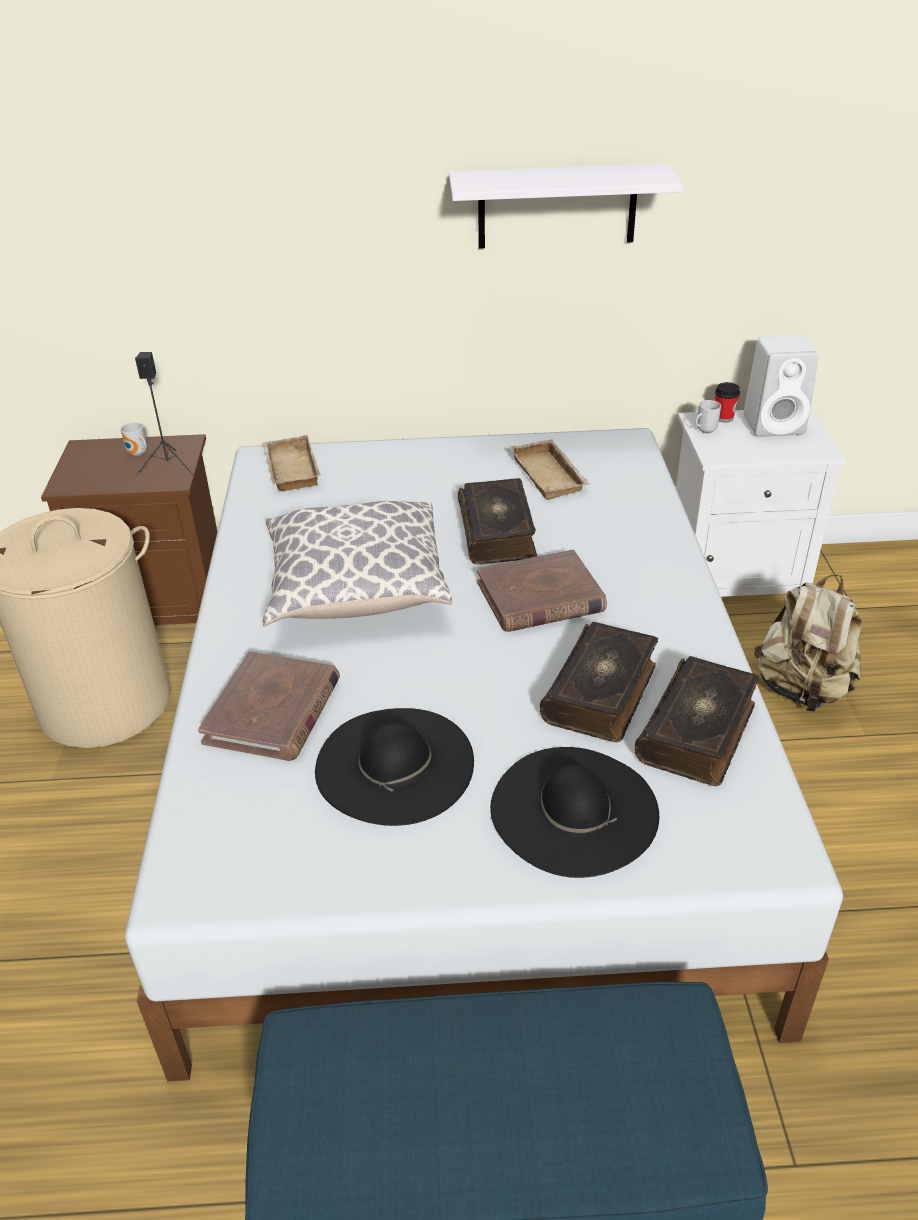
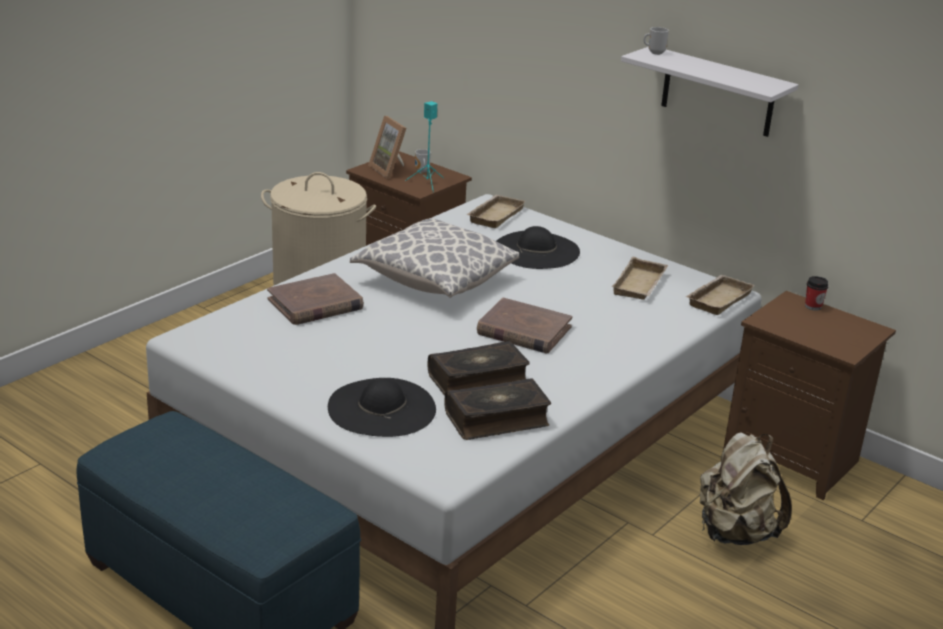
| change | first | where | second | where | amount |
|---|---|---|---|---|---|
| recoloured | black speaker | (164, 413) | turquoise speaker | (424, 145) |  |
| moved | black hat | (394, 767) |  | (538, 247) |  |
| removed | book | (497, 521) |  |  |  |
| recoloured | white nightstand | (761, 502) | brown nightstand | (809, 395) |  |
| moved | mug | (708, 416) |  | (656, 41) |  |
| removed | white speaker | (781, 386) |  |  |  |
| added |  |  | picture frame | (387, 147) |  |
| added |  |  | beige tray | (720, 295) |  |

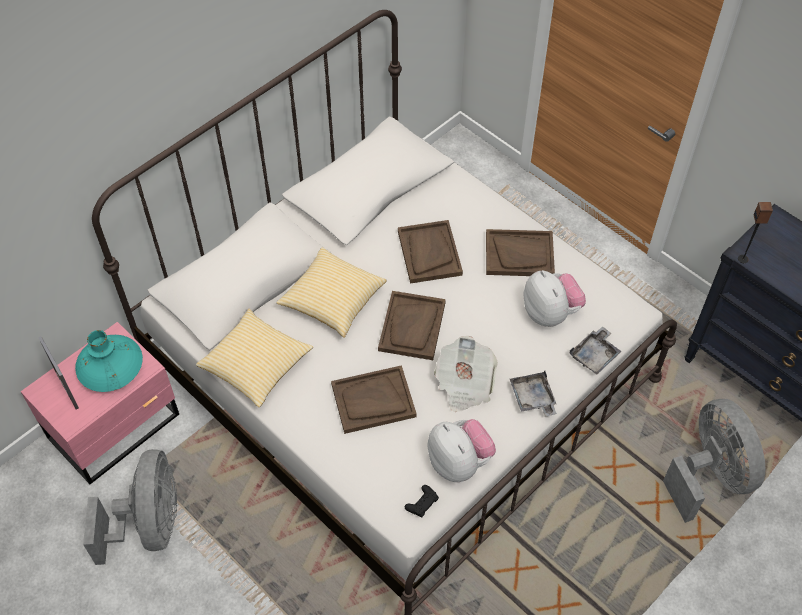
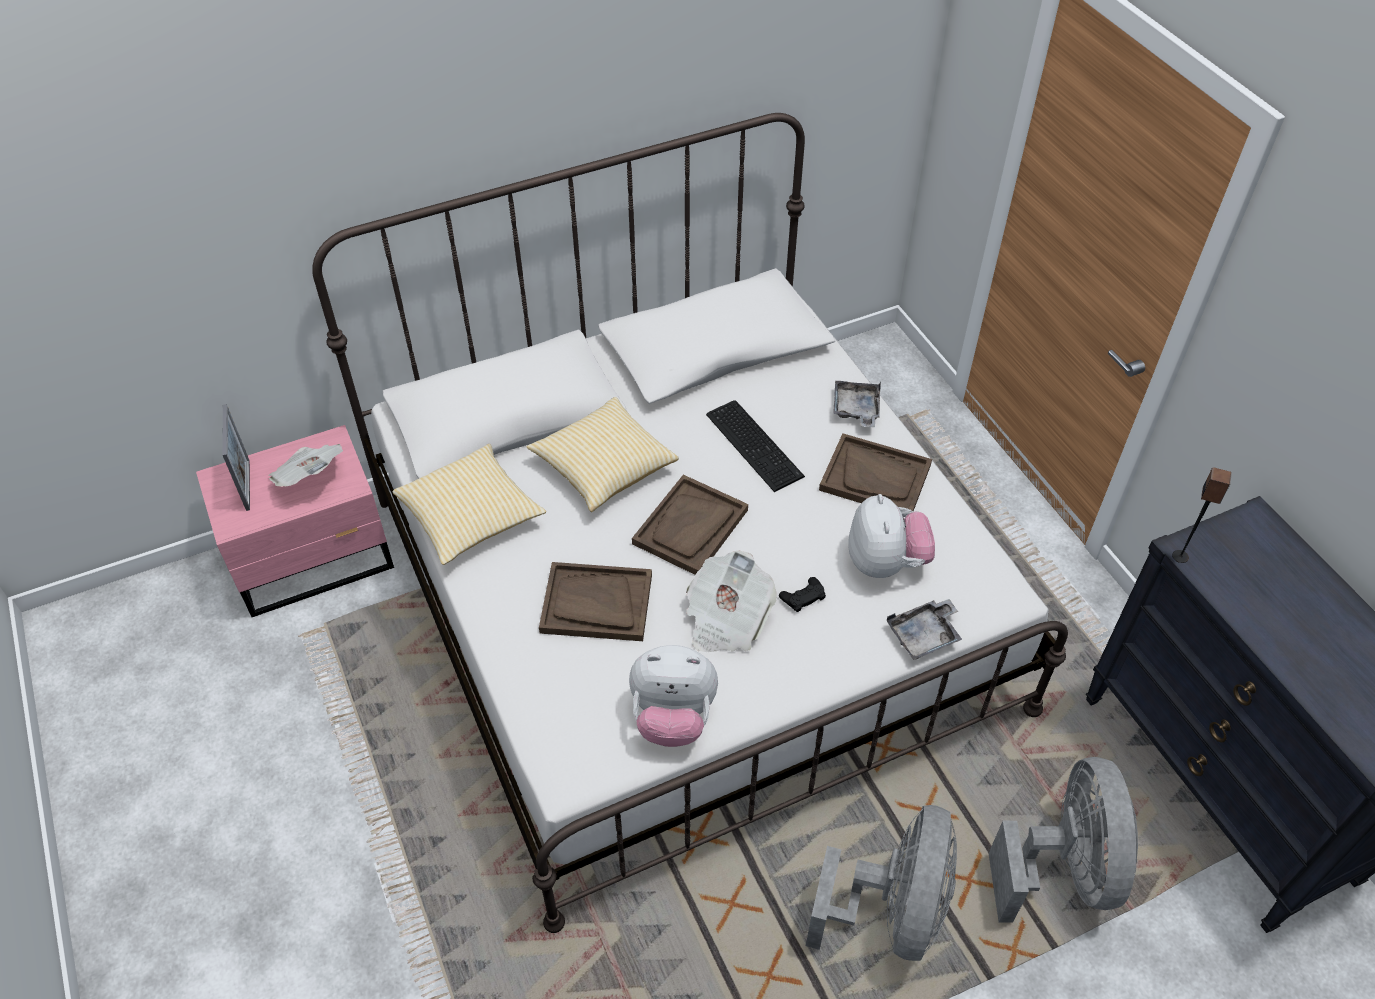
| change | first | where | second | where | amount |
|---|---|---|---|---|---|
| replaced | turquoise vase | (109, 361) | newspaper | (305, 465) |  |
| moved | grey fan | (130, 507) |  | (881, 883) |  |
| replaced | brown tray | (430, 252) | keyboard | (755, 446) |  |
| moved | black game controller | (422, 501) |  | (802, 594) |  |
| turned | plush toy | (461, 450) |  | (673, 696) | 105 degrees clockwise |
| moved | grey tray | (533, 393) |  | (857, 404) |  |

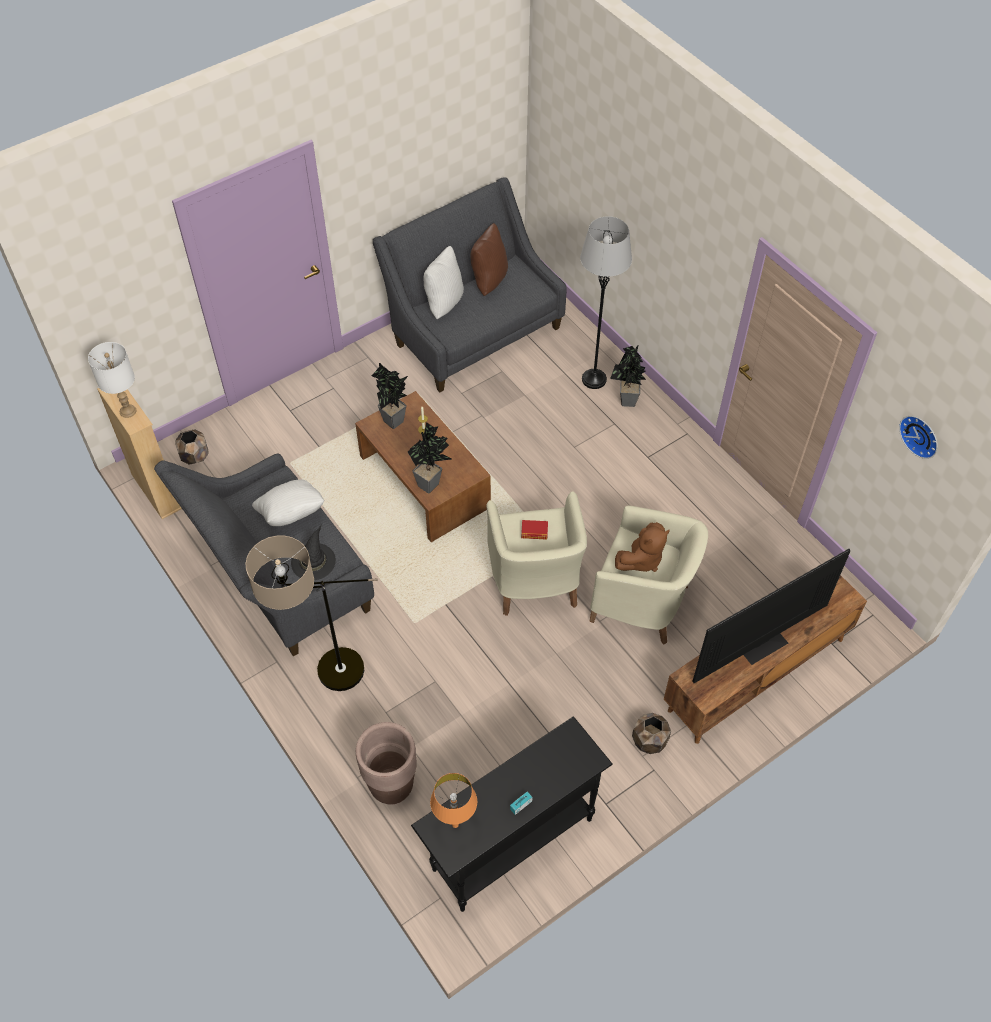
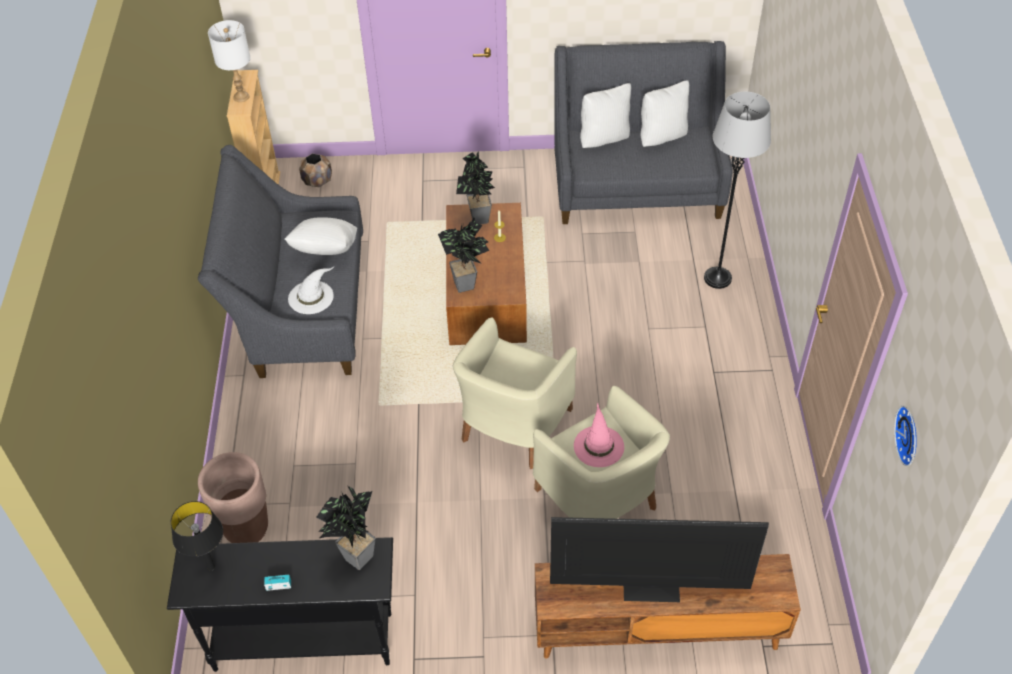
| change | first | where | second | where | amount |
|---|---|---|---|---|---|
| removed | floor lamp | (311, 613) |  |  |  |
| recoloured | black hat | (313, 552) | white hat | (311, 290) |  |
| recoloured | orange table lamp | (453, 800) | black table lamp | (197, 536) |  |
| recoloured | brown pillow | (489, 259) | white pillow | (665, 113) |  |
| removed | book | (534, 530) |  |  |  |
| moved | potted plant | (628, 376) |  | (346, 528) |  |
| replaced | brown plush toy | (642, 547) | pink hat | (599, 435) |  |
| removed | brown planter | (651, 733) |  |  |  |

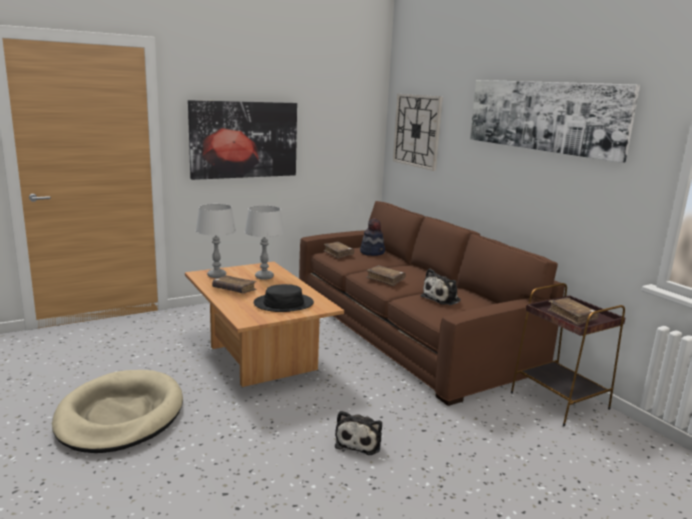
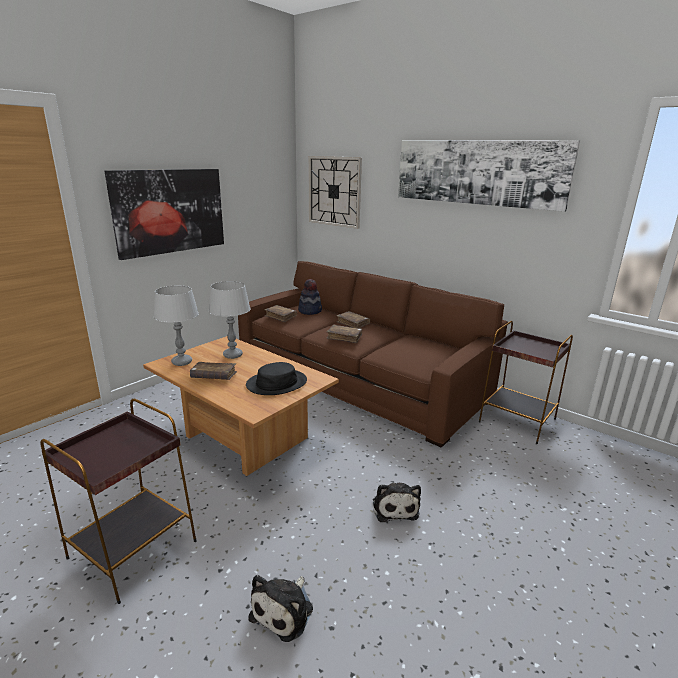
| change | first | where | second | where | amount |
|---|---|---|---|---|---|
| replaced | beige dog bed | (117, 411) | brown side table | (118, 501) |  |
| moved | plush toy | (440, 287) |  | (281, 608) |  |
| moved | brown book | (573, 311) |  | (353, 320) |  |

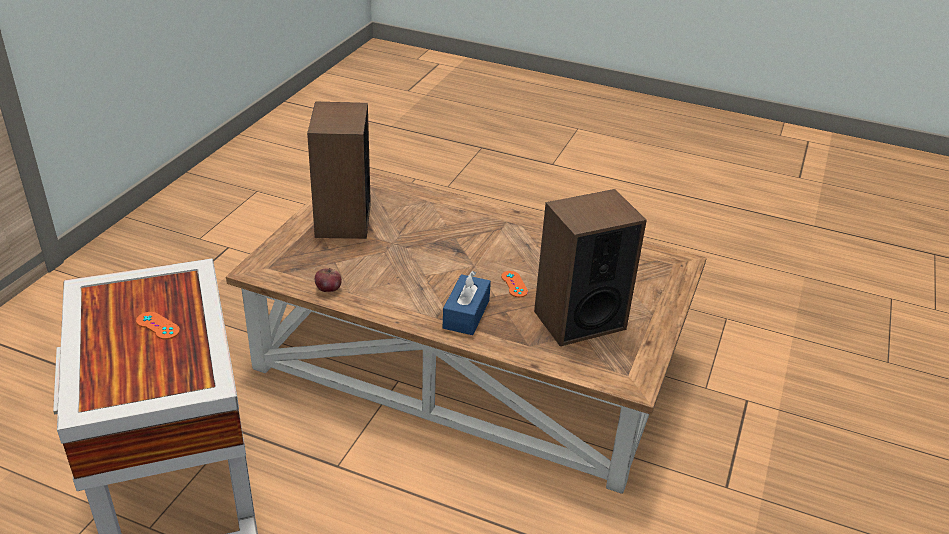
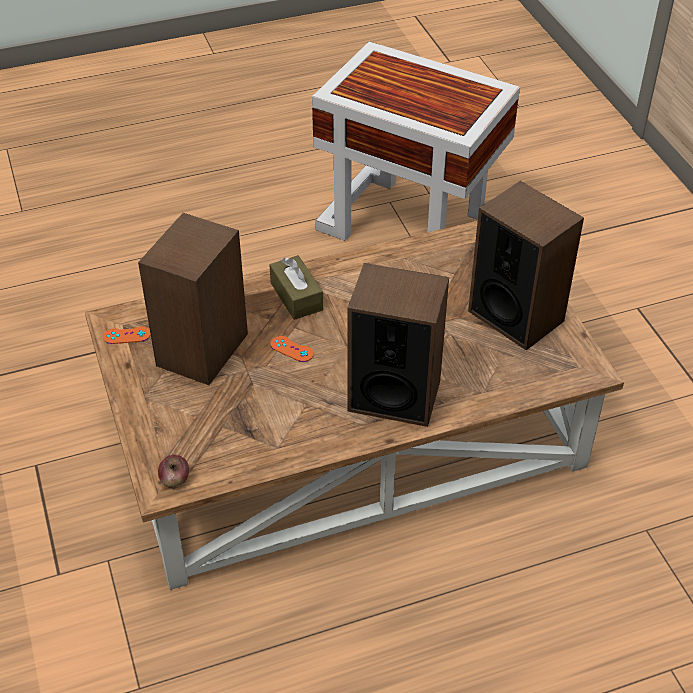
| change | first | where | second | where | amount |
|---|---|---|---|---|---|
| moved | orange game controller | (158, 326) |  | (127, 335) |  |
| moved | apple | (328, 280) |  | (173, 471) |  |
| recoloured | blue tissue box | (467, 303) | brown tissue box | (296, 287) |  |
| added |  |  | speaker | (398, 345) |  |

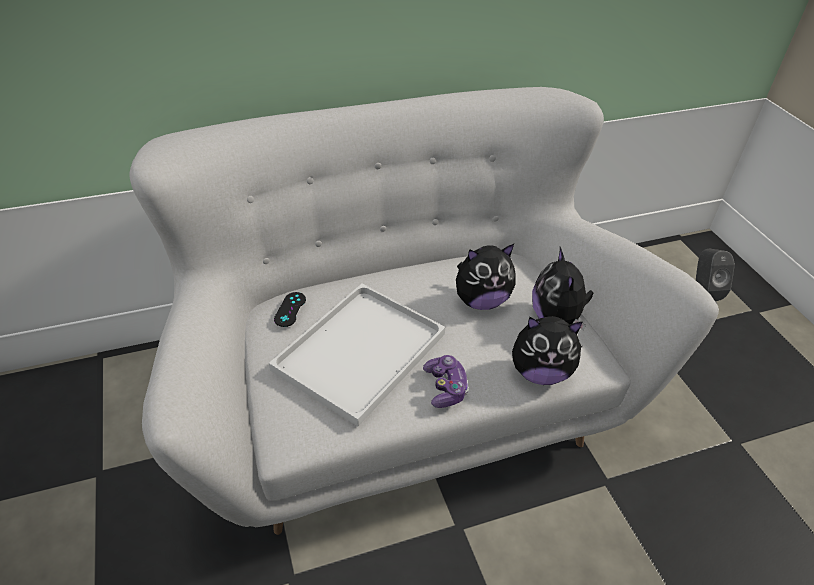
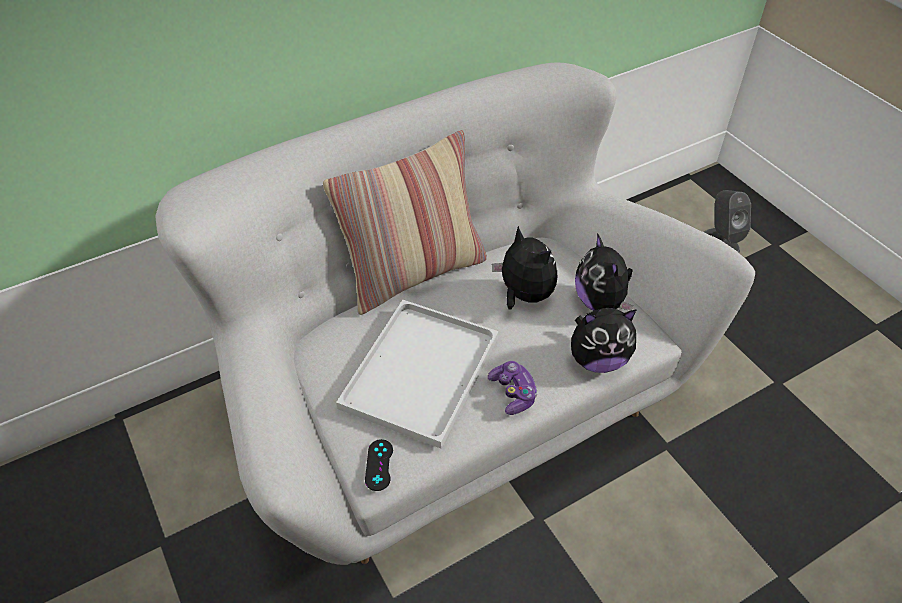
| change | first | where | second | where | amount |
|---|---|---|---|---|---|
| moved | black game controller | (290, 309) |  | (379, 465) |  |
| turned | plush toy | (485, 277) |  | (524, 268) | 105 degrees counterclockwise |
| added |  |  | pillow | (405, 222) |  |

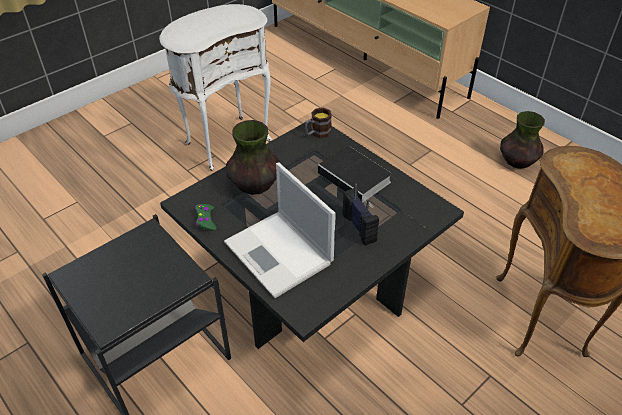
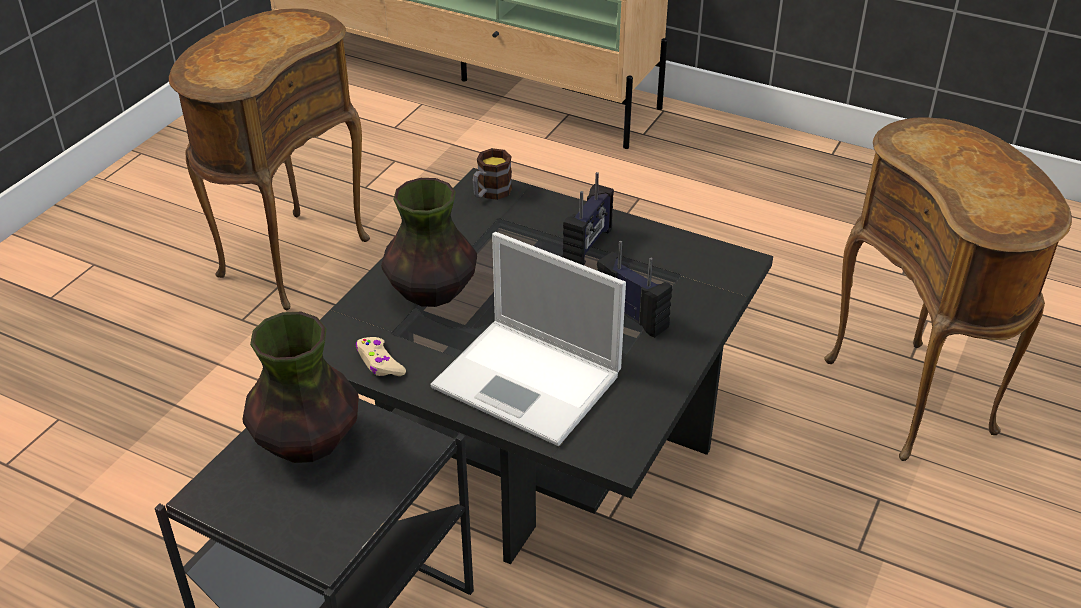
| change | first | where | second | where | amount |
|---|---|---|---|---|---|
| recoloured | white side table | (215, 87) | brown side table | (269, 159) |  |
| recoloured | green game controller | (205, 217) | beige game controller | (381, 356) |  |
| replaced | book | (355, 177) | radio | (588, 218) |  |
| moved | vase | (522, 140) |  | (301, 387) |  |

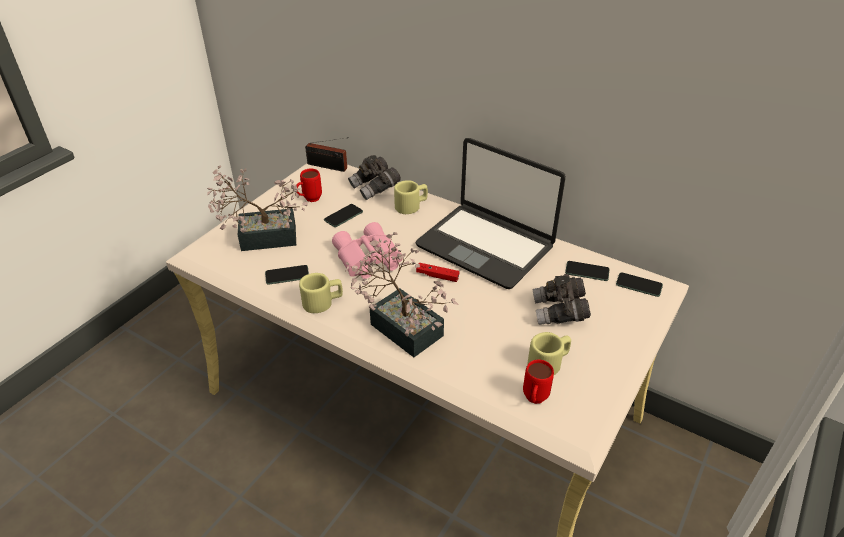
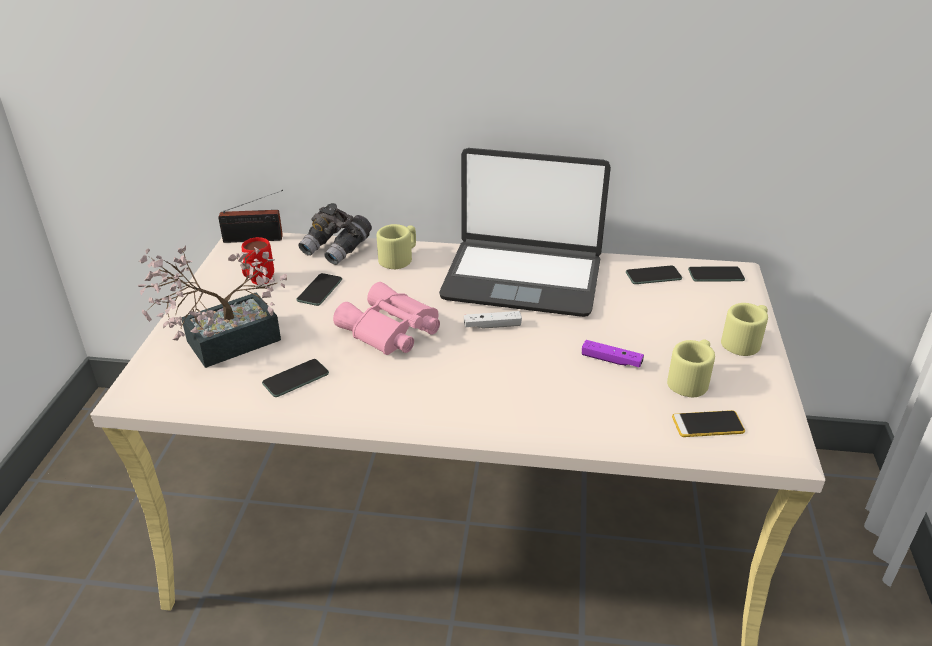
| change | first | where | second | where | amount |
|---|---|---|---|---|---|
| moved | beige mug | (321, 293) |  | (744, 329) |  |
| removed | potted plant | (402, 294) |  |  |  |
| recoloured | red game controller | (438, 272) | white game controller | (493, 319) |  |
| replaced | red mug | (538, 382) | phone | (708, 423) |  |
| removed | grey binoculars | (562, 299) |  |  |  |
| added |  |  | purple game controller | (613, 353) |  |

